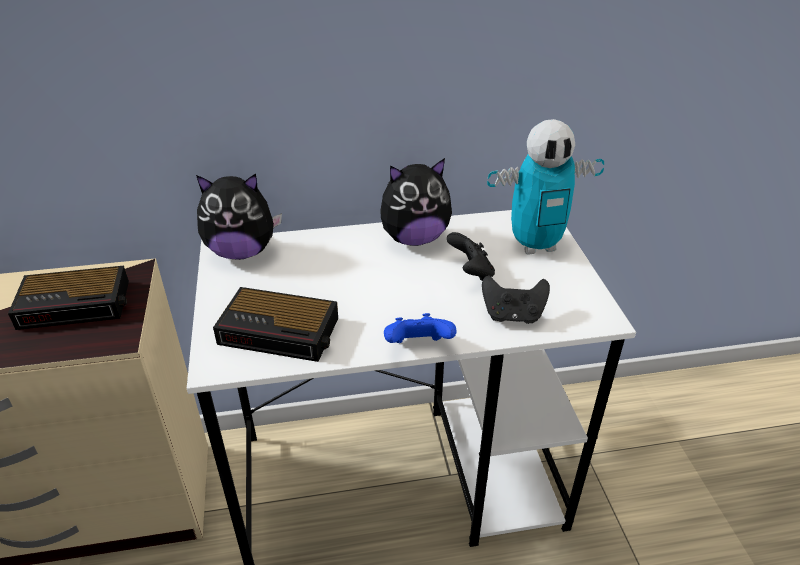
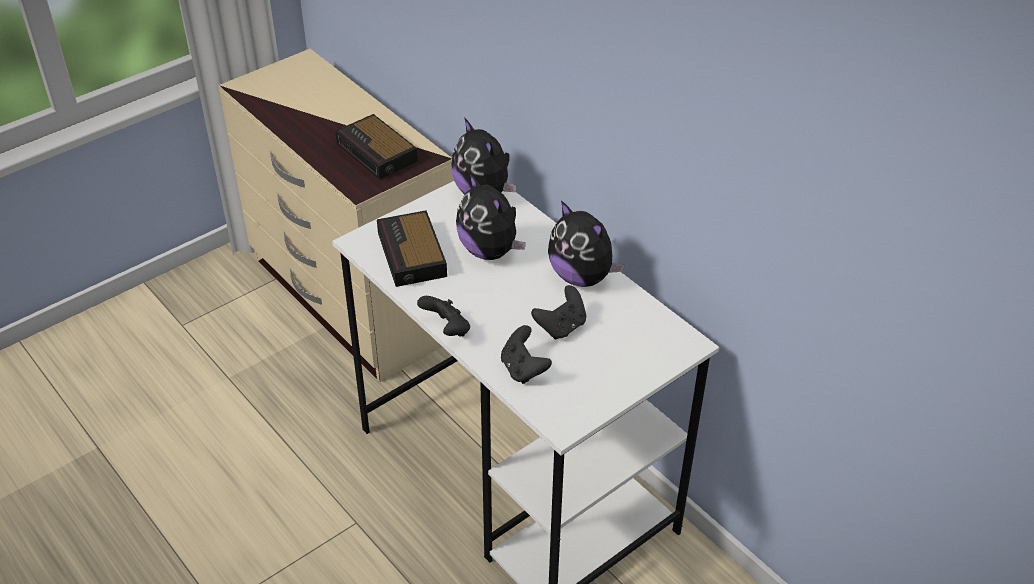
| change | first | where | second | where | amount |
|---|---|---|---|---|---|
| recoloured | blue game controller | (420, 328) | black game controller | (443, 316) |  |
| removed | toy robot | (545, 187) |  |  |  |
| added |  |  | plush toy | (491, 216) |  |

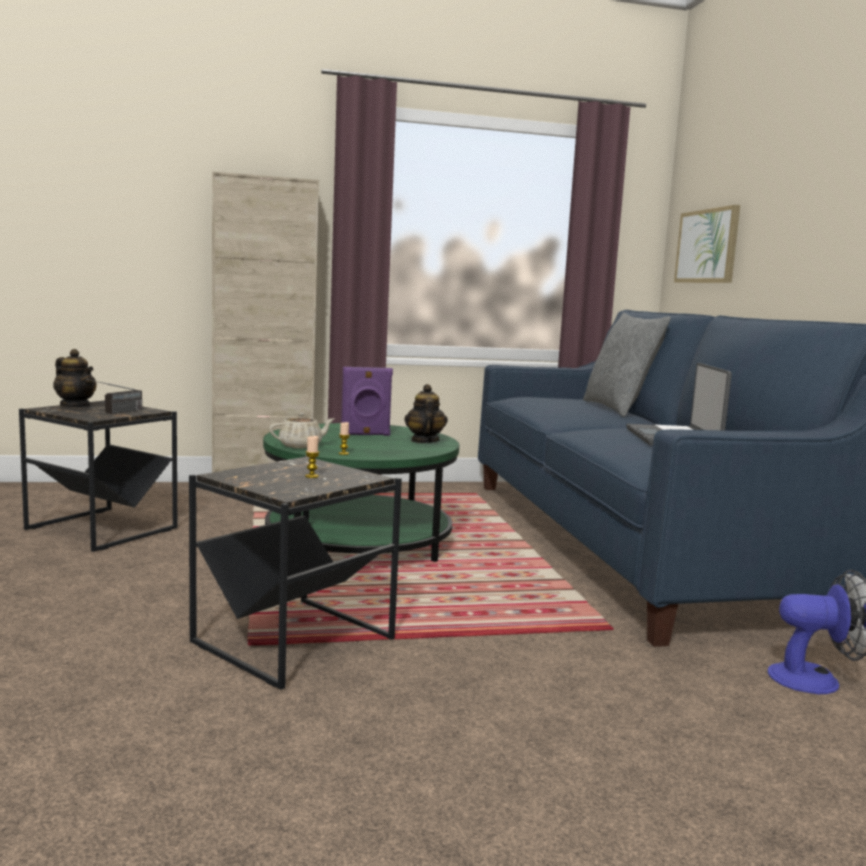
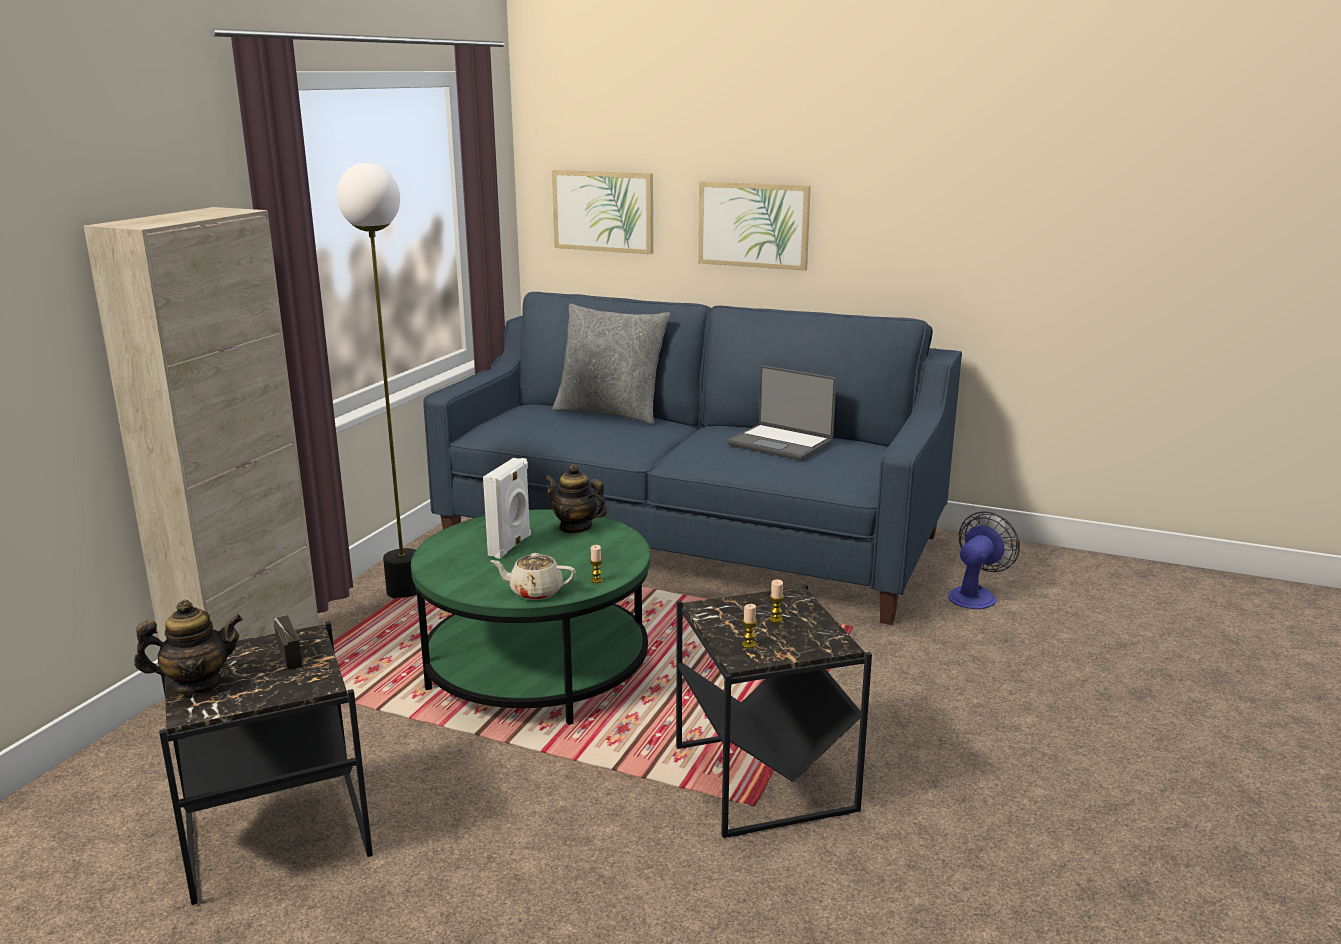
| change | first | where | second | where | amount |
|---|---|---|---|---|---|
| turned | beige teapot | (302, 430) |  | (533, 576) | 90 degrees counterclockwise |
| recoloured | purple speaker | (367, 401) | white speaker | (507, 508) |  |
| added |  |  | floor lamp | (377, 380) |  |
| added |  |  | picture | (754, 226) |  |
| added |  |  | candle | (749, 626) |  |

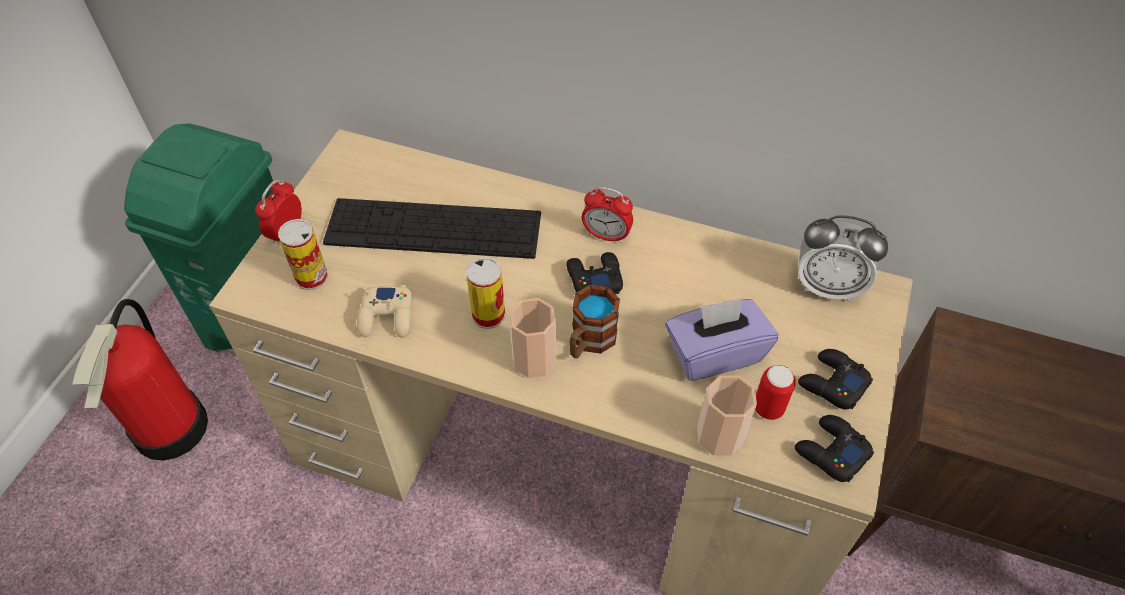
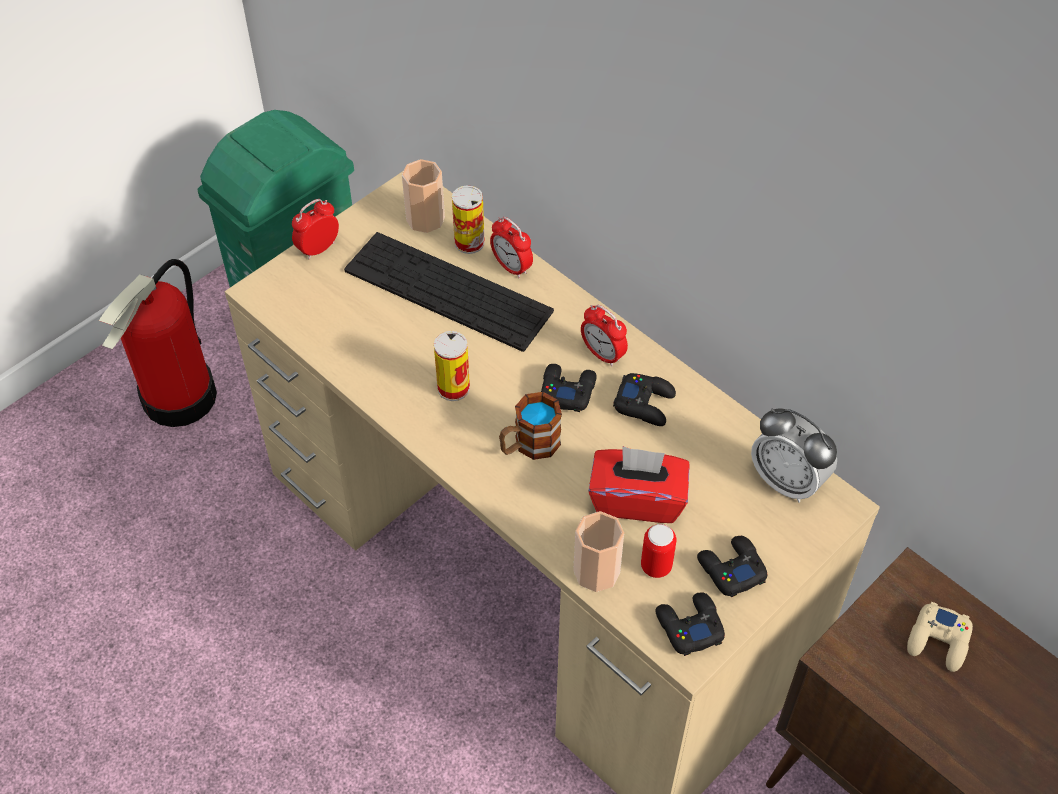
| change | first | where | second | where | amount |
|---|---|---|---|---|---|
| moved | can | (303, 254) |  | (468, 219) |  |
| moved | beige game controller | (385, 311) |  | (940, 637) |  |
| moved | cup | (532, 338) |  | (423, 196) |  |
| recoloured | purple tissue box | (721, 339) | red tissue box | (639, 484) |  |
| added |  |  | alarm clock | (511, 247) |  |
| added |  |  | black game controller | (644, 399) |  |

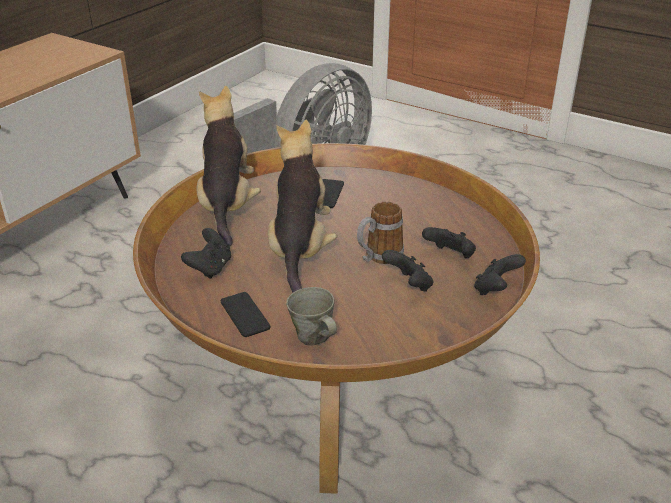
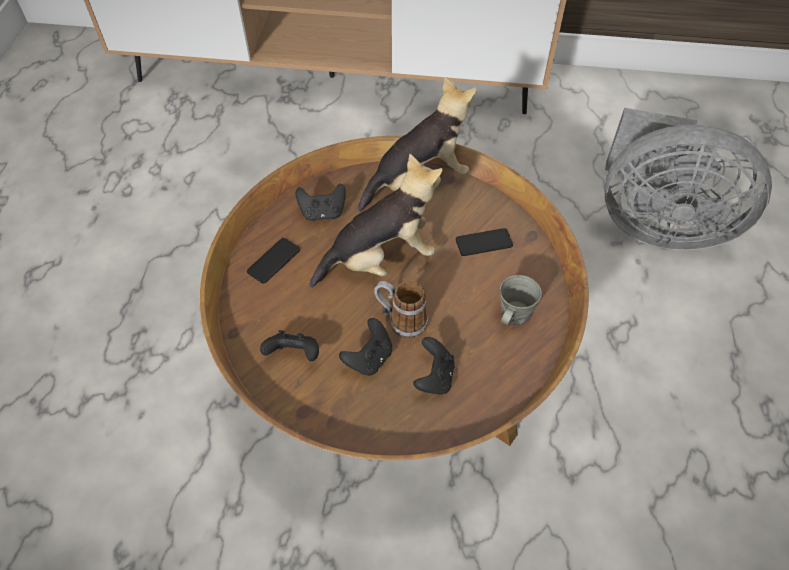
| change | first | where | second | where | amount |
|---|---|---|---|---|---|
| moved | grey mug | (311, 316) |  | (521, 300) |  |
| moved | black game controller | (500, 274) |  | (289, 345) |  |

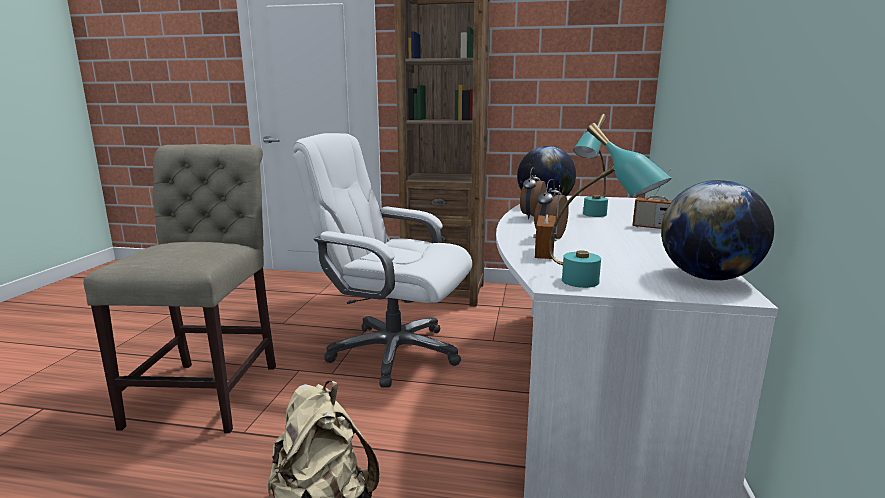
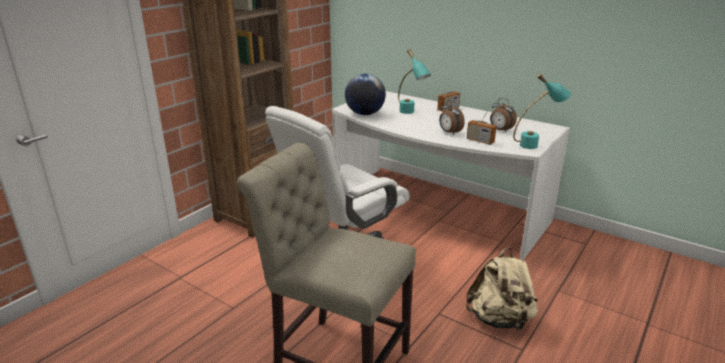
| change | first | where | second | where | amount |
|---|---|---|---|---|---|
| moved | alarm clock | (533, 193) |  | (503, 115) |  |
| removed | globe | (717, 230) |  |  |  |

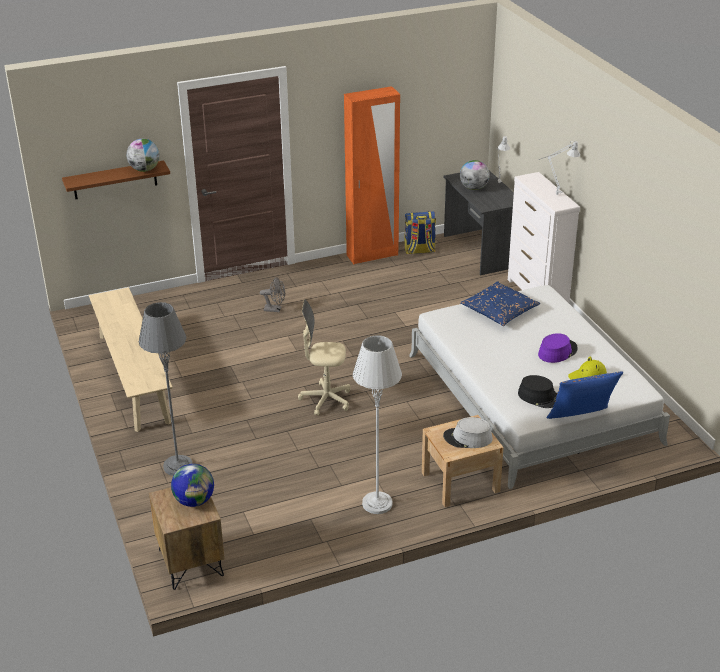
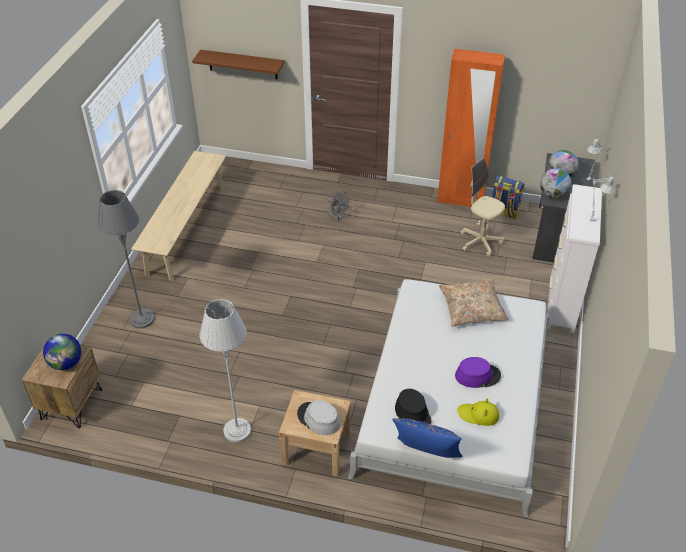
| change | first | where | second | where | amount |
|---|---|---|---|---|---|
| moved | globe | (143, 155) |  | (556, 183) |  |
| moved | beige office chair | (324, 357) |  | (483, 207) |  |
| recoloured | blue pillow | (500, 303) | beige pillow | (474, 303) |  |

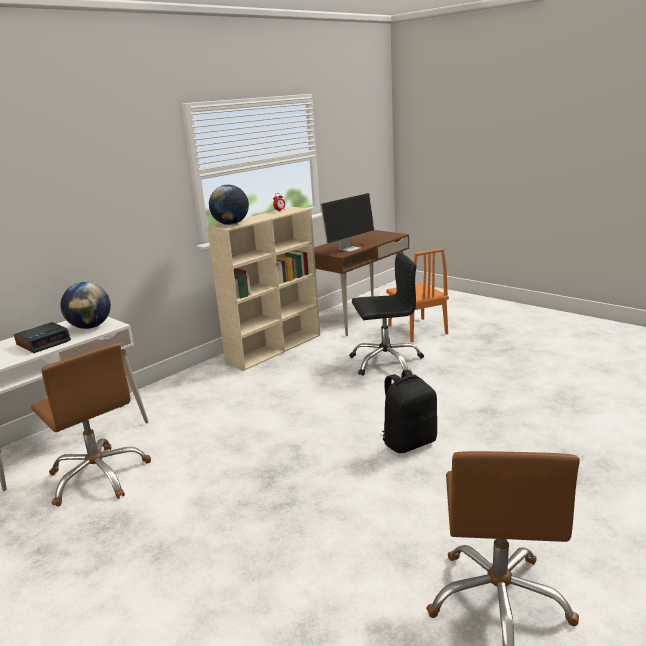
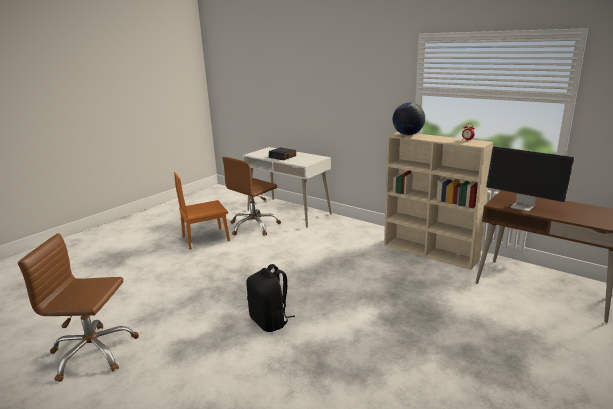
| change | first | where | second | where | amount |
|---|---|---|---|---|---|
| removed | globe | (85, 305) |  |  |  |
| removed | black office chair | (386, 313) |  |  |  |
| moved | orange chair | (417, 295) |  | (202, 211) |  |

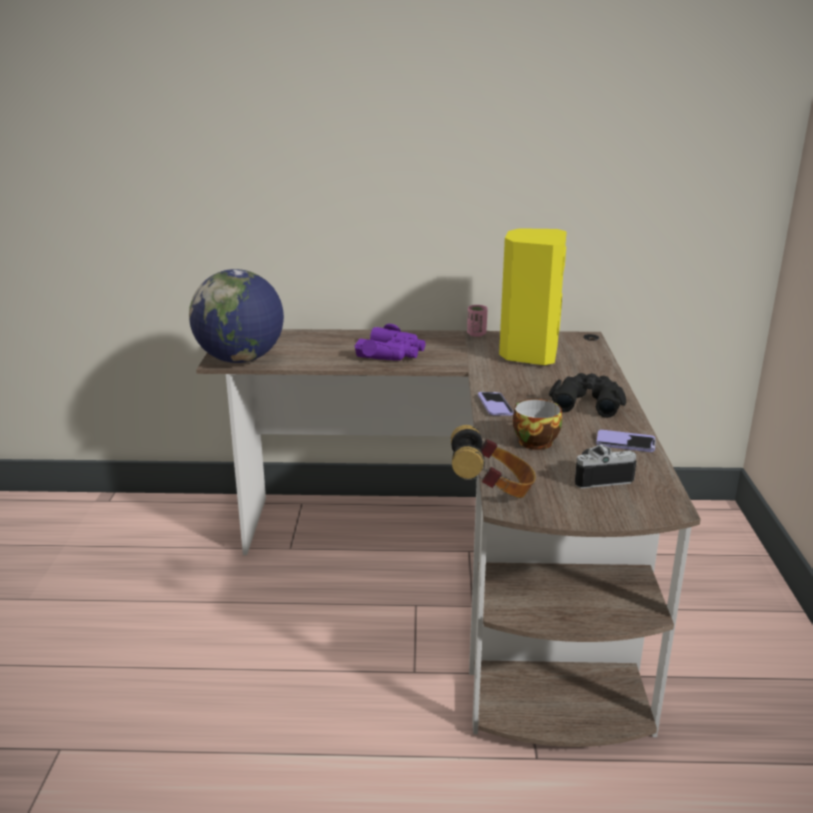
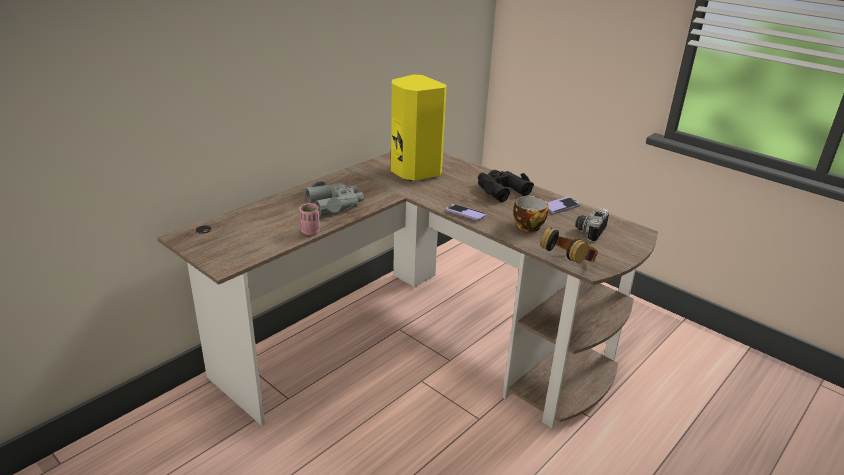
| change | first | where | second | where | amount |
|---|---|---|---|---|---|
| removed | globe | (236, 316) |  |  |  |
| recoloured | purple binoculars | (390, 342) | grey binoculars | (334, 198) |  |
| moved | pink cup | (477, 321) |  | (309, 219) |  |

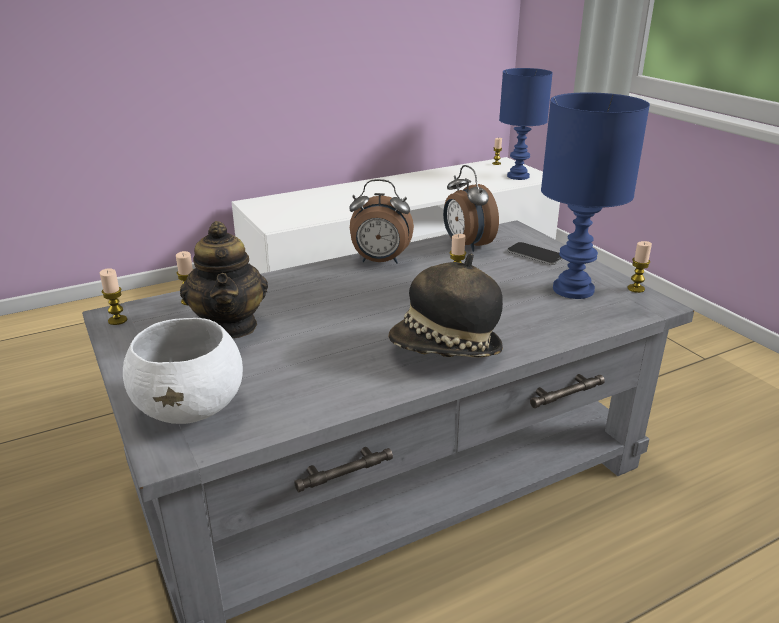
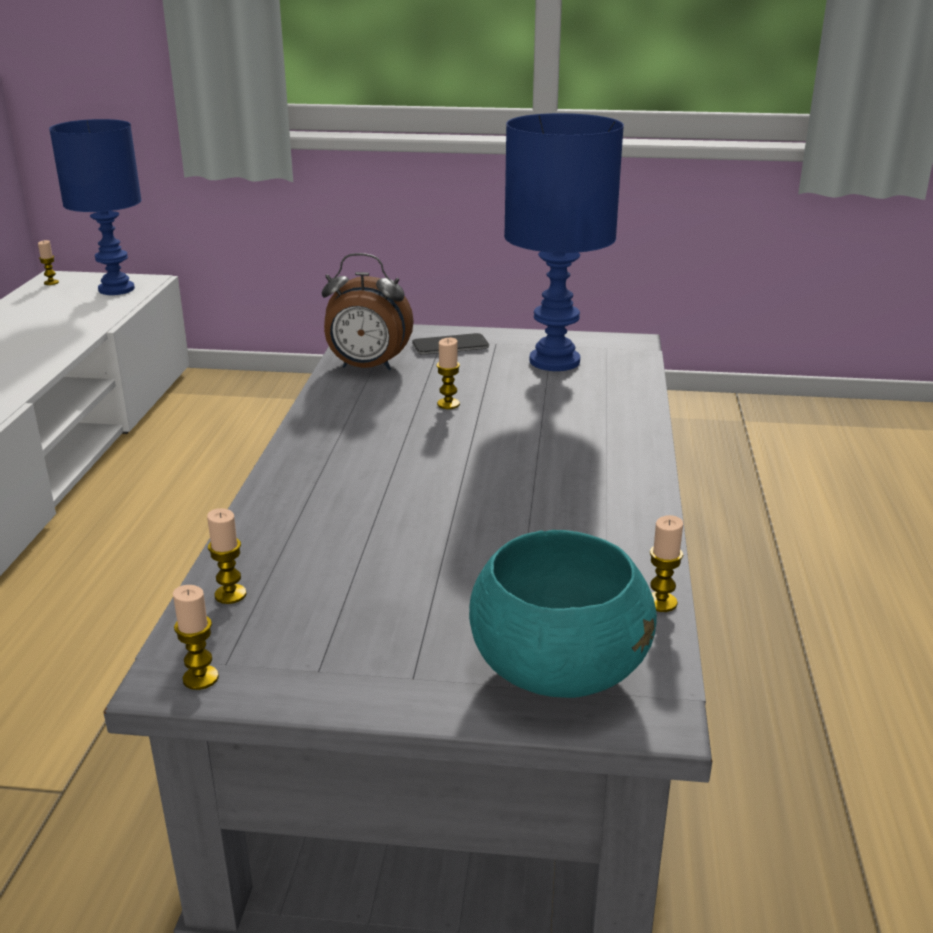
| change | first | where | second | where | amount |
|---|---|---|---|---|---|
| recoloured | white bowl | (183, 371) | turquoise bowl | (563, 614) |  |
| removed | teapot | (224, 279) |  |  |  |
| removed | alarm clock | (381, 221) |  |  |  |
| removed | hat | (446, 306) |  |  |  |
| moved | candle | (639, 267) |  | (666, 563) |  |

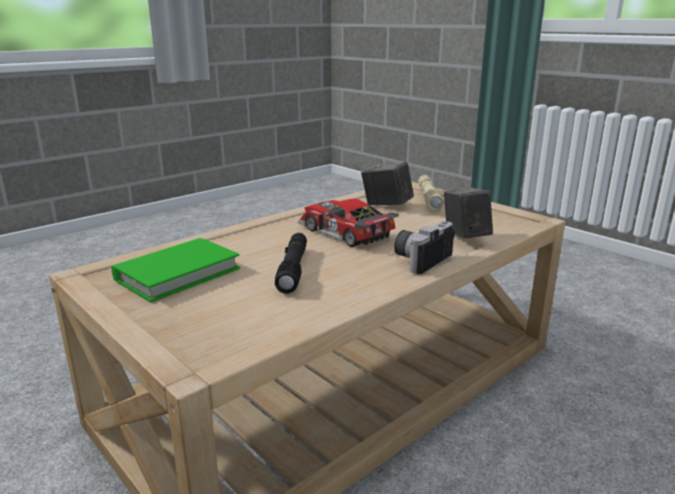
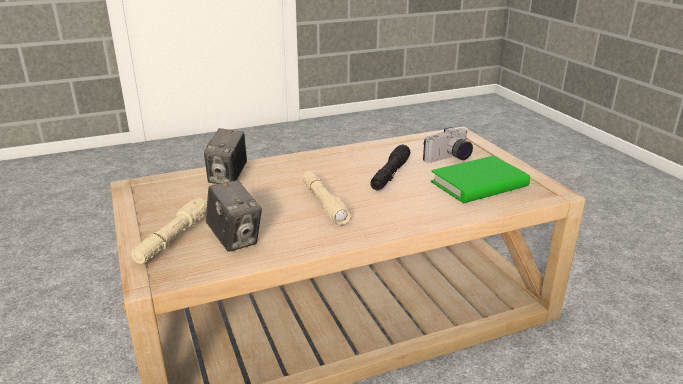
| change | first | where | second | where | amount |
|---|---|---|---|---|---|
| replaced | toy car | (348, 222) | beige flashlight | (326, 198) |  |
| moved | photo camera | (424, 247) |  | (448, 145) |  |

